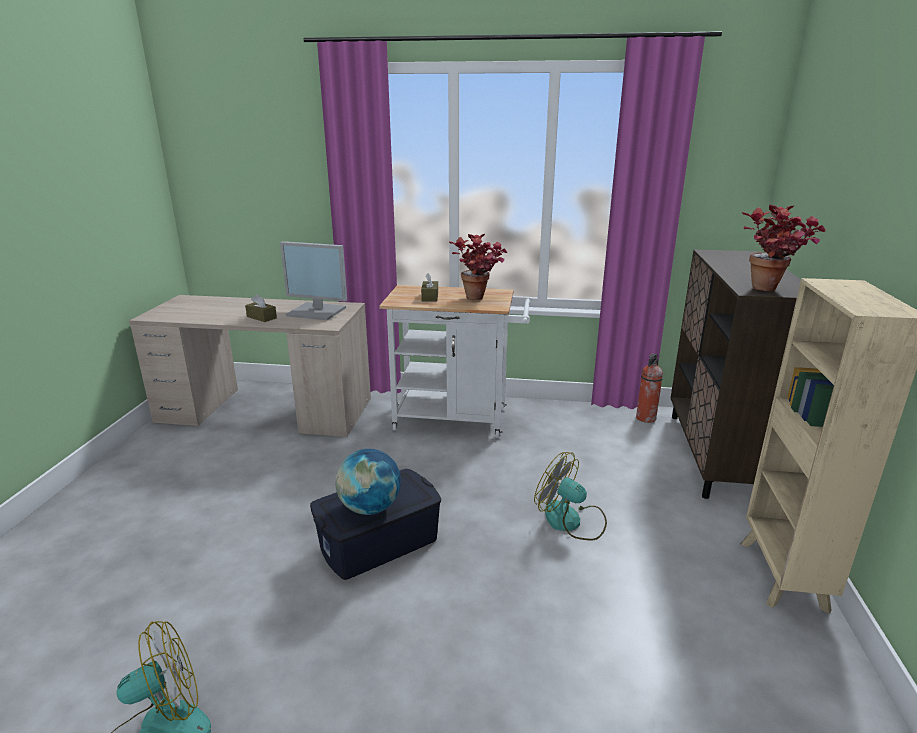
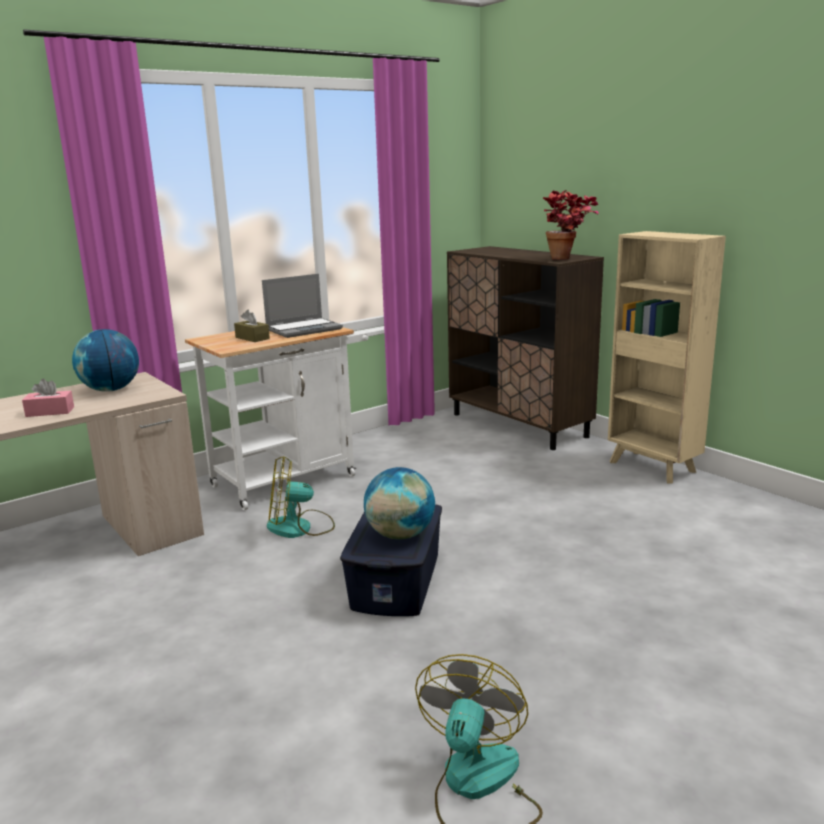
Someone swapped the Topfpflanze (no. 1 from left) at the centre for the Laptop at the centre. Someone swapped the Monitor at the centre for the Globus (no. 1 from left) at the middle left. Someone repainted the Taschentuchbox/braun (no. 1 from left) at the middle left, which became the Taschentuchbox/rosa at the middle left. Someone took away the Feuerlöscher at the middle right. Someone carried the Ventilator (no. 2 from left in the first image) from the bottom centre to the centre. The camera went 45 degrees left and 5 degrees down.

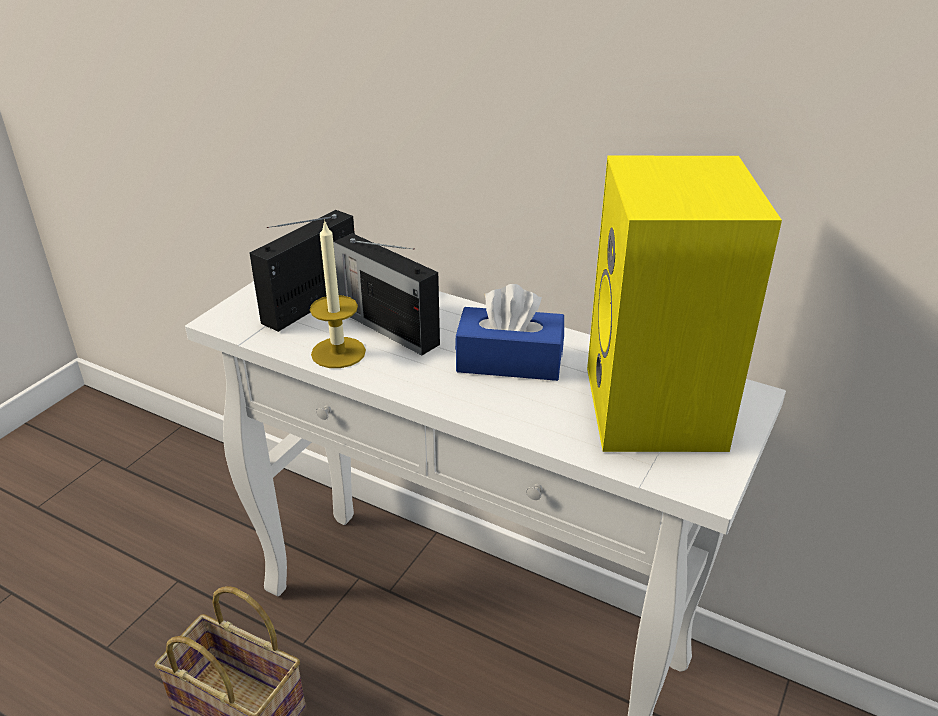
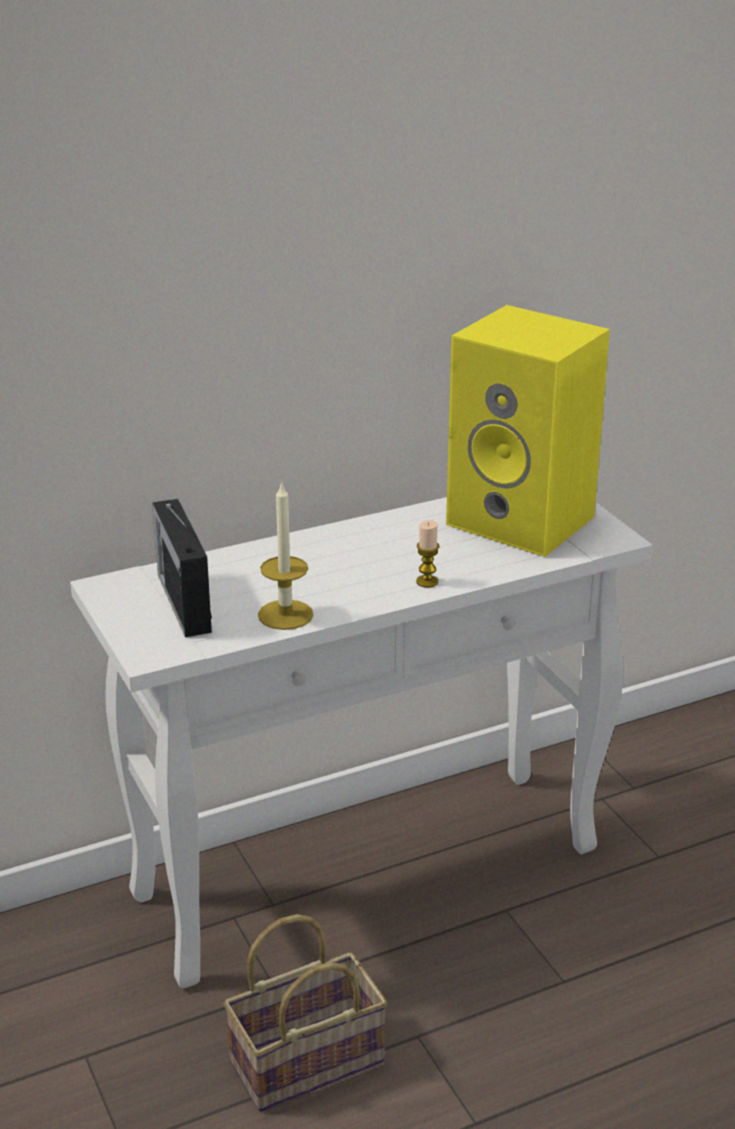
Someone took away the Radio (no. 2 from left) at the centre. Someone took away the Taschentuchbox/blau at the centre. Someone put down the Kerze (no. 2 from left) at the centre. The camera went 55 degrees left and 5 degrees down.

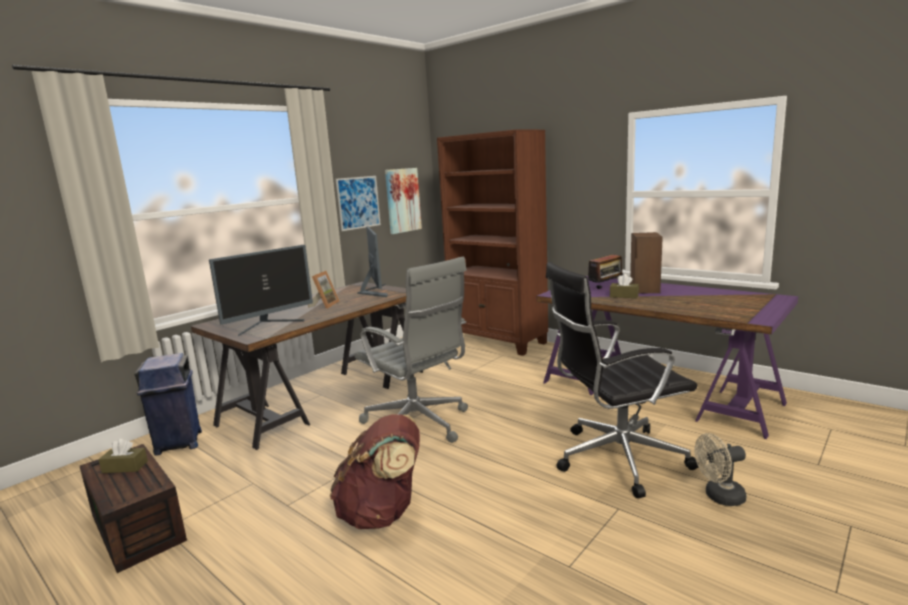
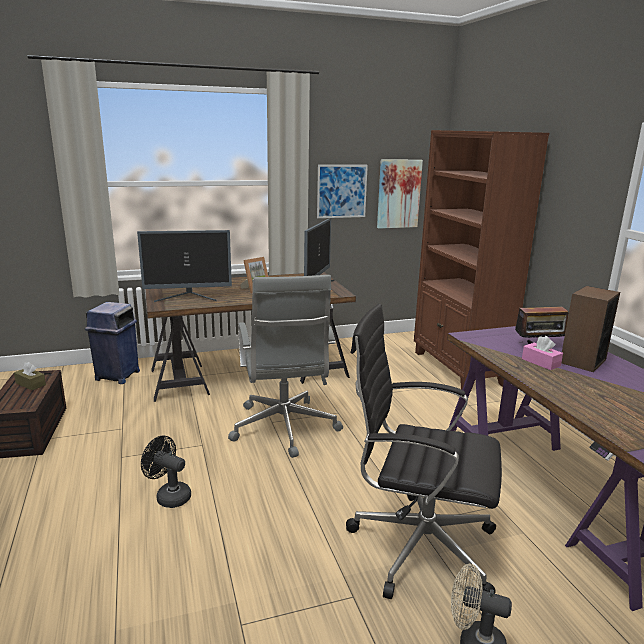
Someone repainted the Taschentuchbox/braun (no. 2 from left) at the middle right, which became the Taschentuchbox/rosa at the middle right. Someone swapped the Rucksack/braun at the bottom centre for the Ventilator/schwarz at the bottom left. The camera went 30 degrees right and 5 degrees up.

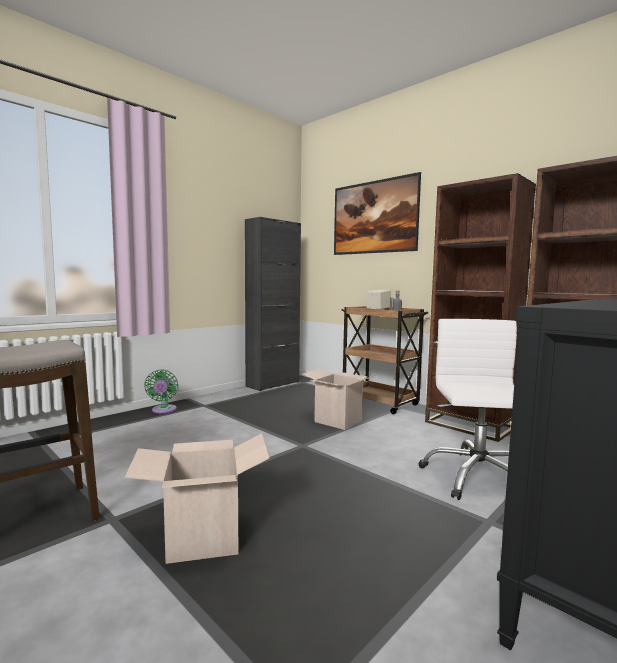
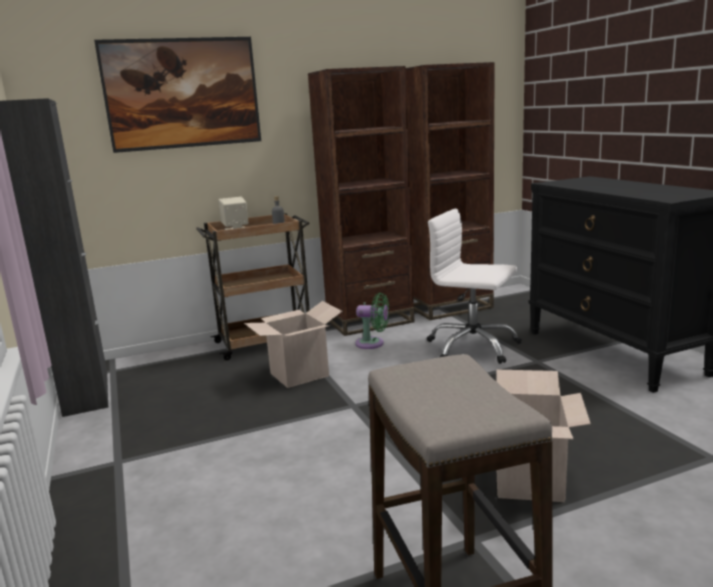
Someone carried the Ventilator/grün from the middle left to the centre. The camera went 65 degrees left and 10 degrees up.

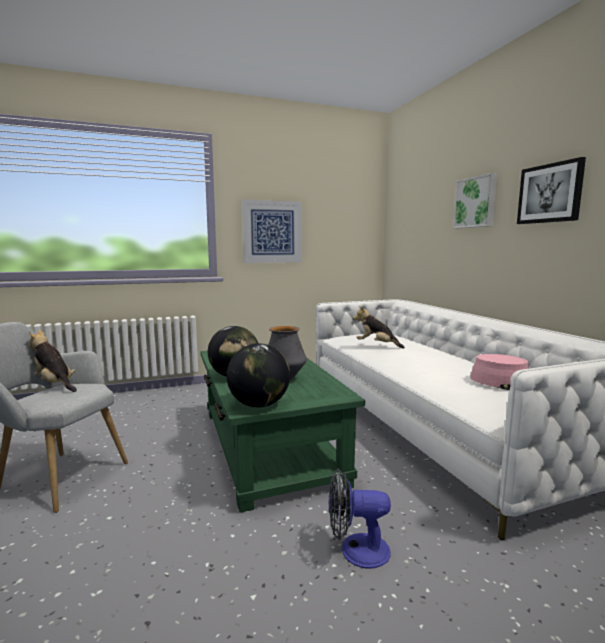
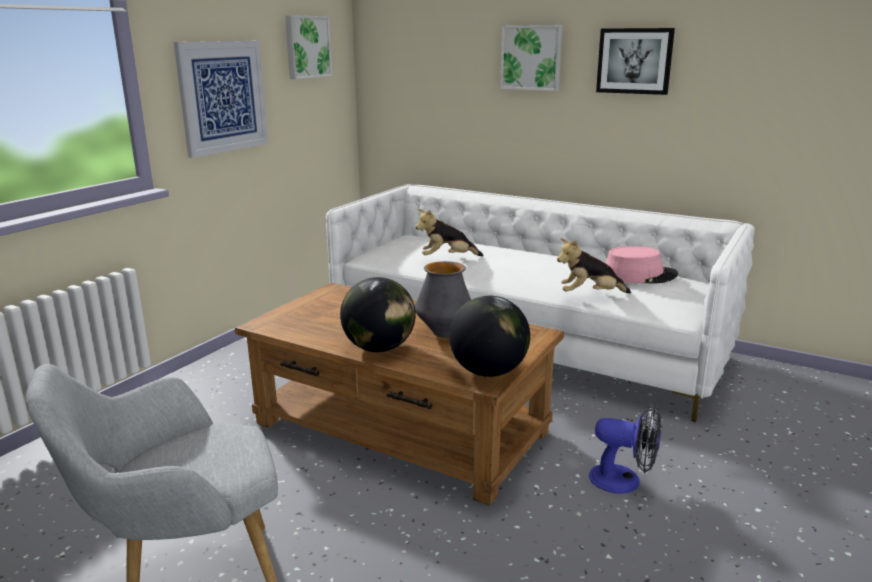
Someone carried the Plüschtier (no. 1 from left in the first image) from the middle left to the middle right. Someone repainted the Couchtisch/grün at the bottom centre, which became the Couchtisch/braun at the bottom centre. Someone rotated the Ventilator at the bottom centre by 120 degrees counterclockwise. Someone put up the Bild (no. 2 from left) at the top centre. The camera went 40 degrees left and 10 degrees up.

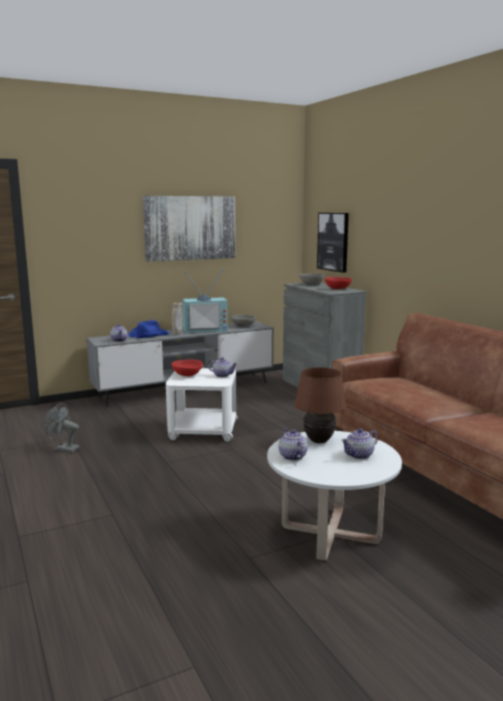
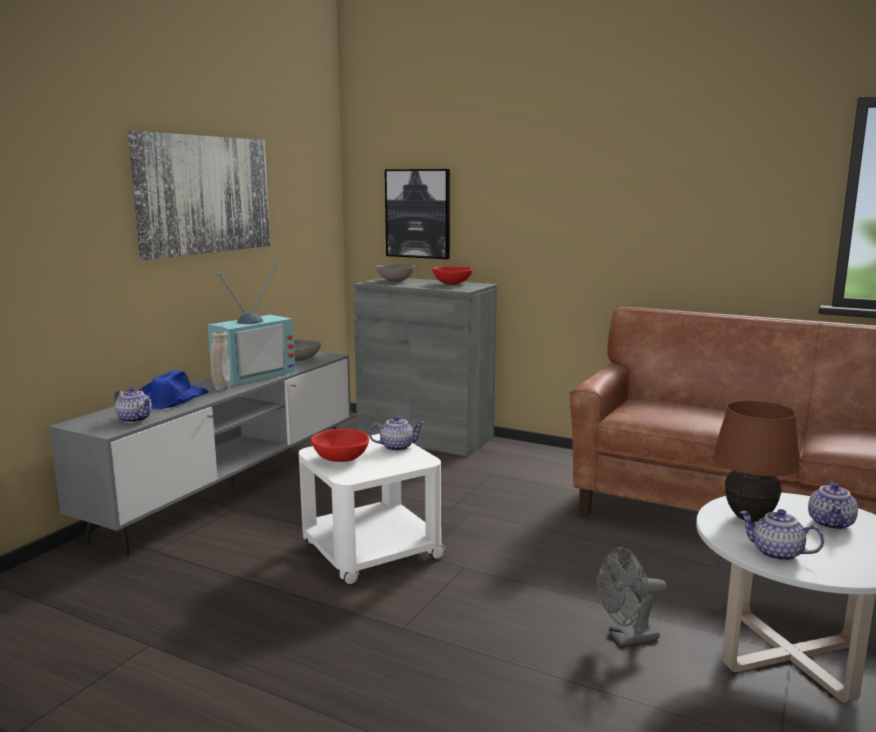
Someone carried the Ventilator/grau from the middle left to the bottom right. The camera went 35 degrees left and 0 degrees up.

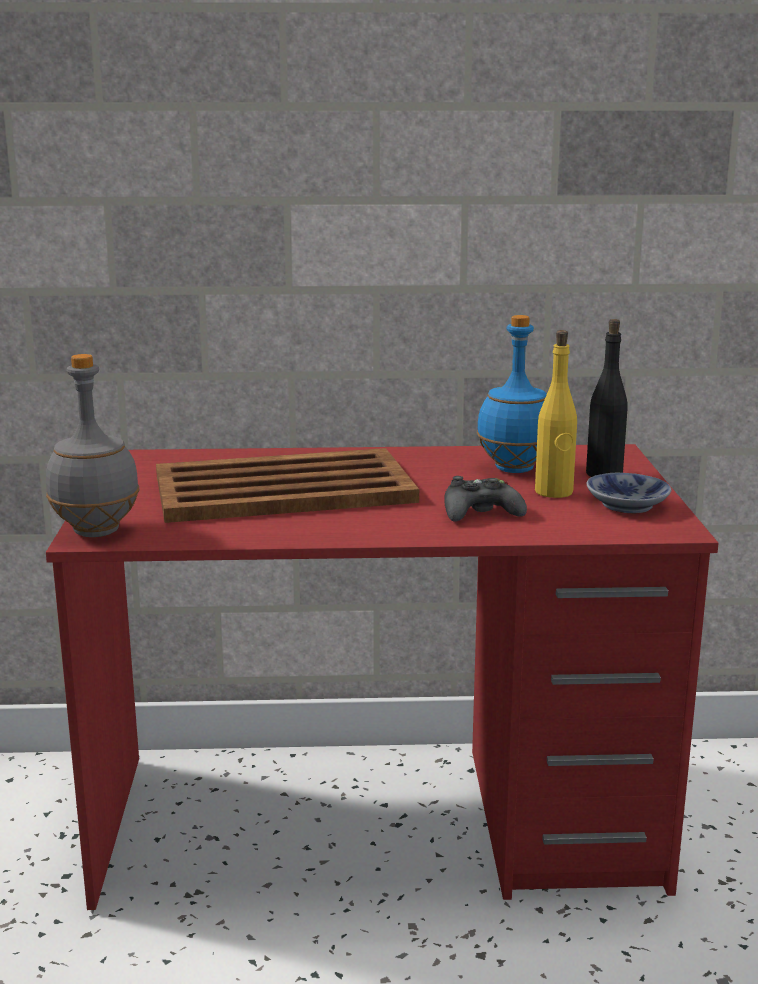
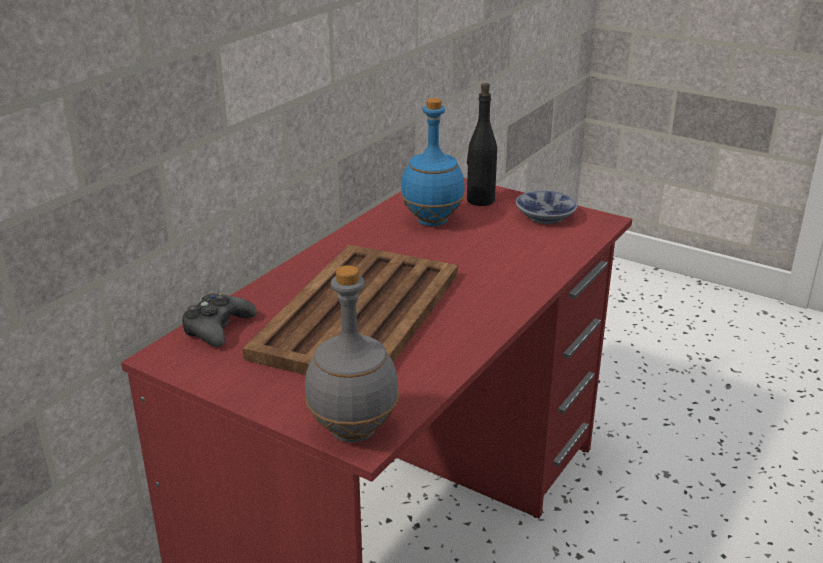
Someone took away the Flasche/gelb at the middle right. Someone carried the Gamepad/schwarz from the centre to the middle left. The camera went 55 degrees left and 10 degrees up.

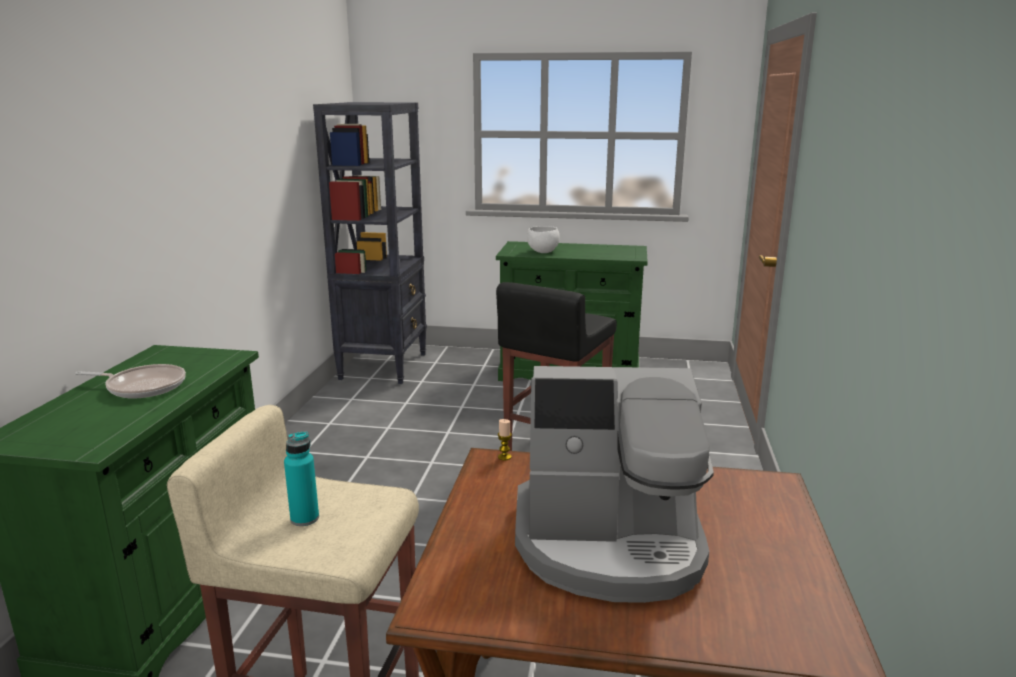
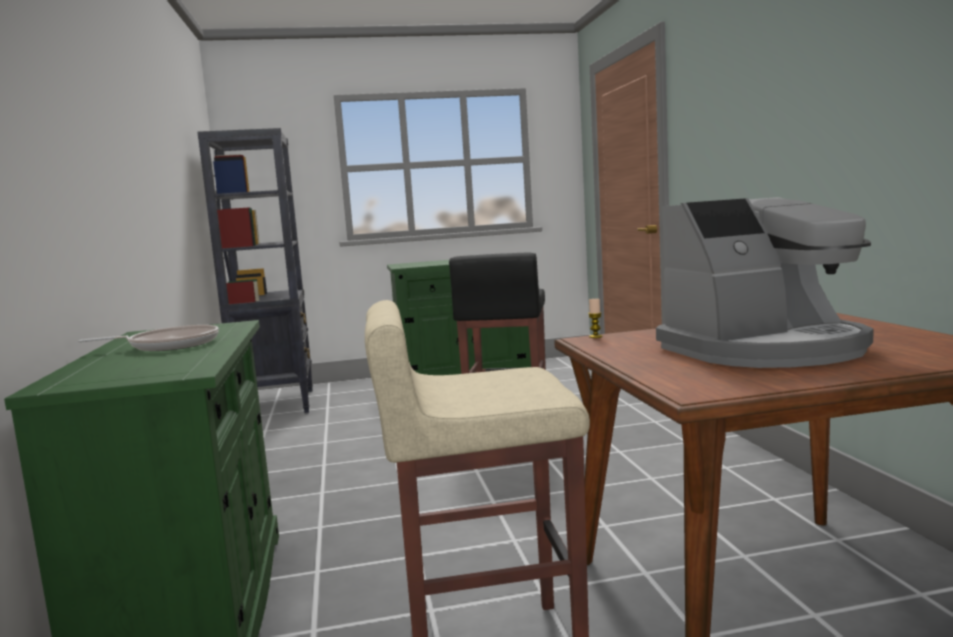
Someone took away the Schüssel/weiß at the centre. Someone took away the Flasche/türkis at the bottom left. The camera went 20 degrees left and 10 degrees down.

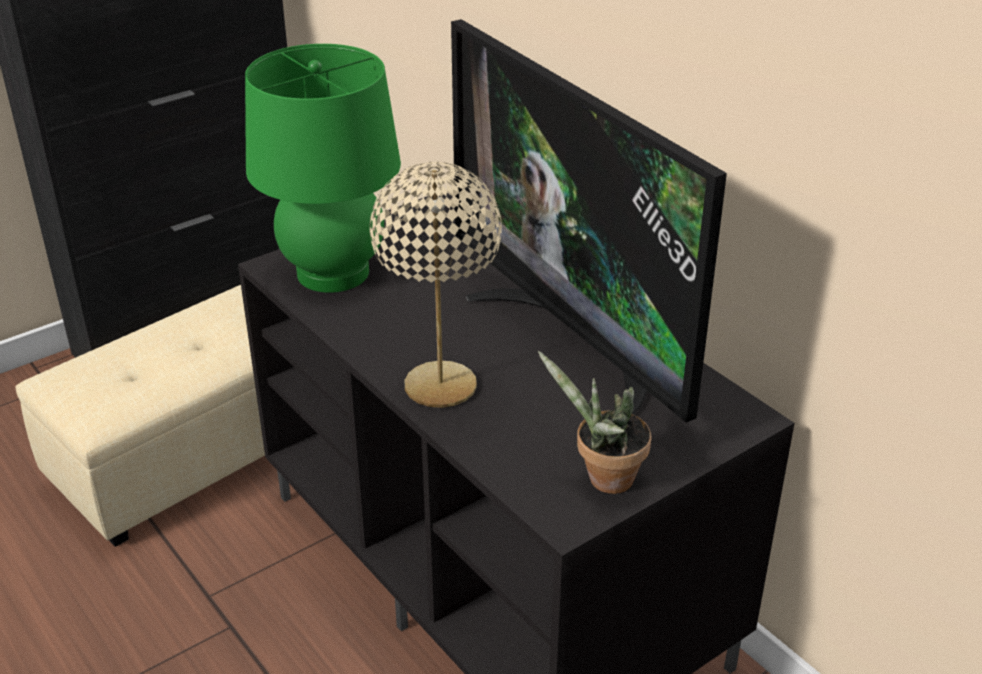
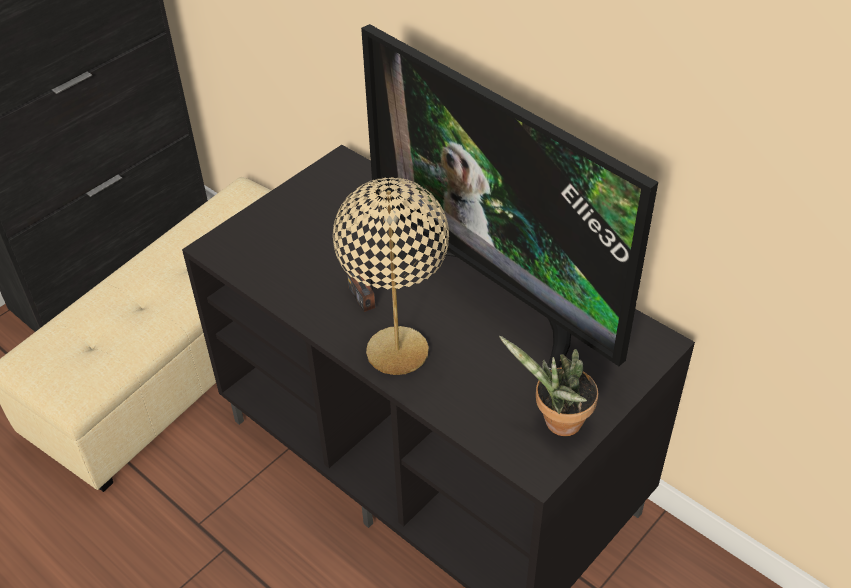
Someone took away the Tischlampe/grün at the top left. Someone put down the Radio at the centre. The camera went 10 degrees left and 10 degrees up.

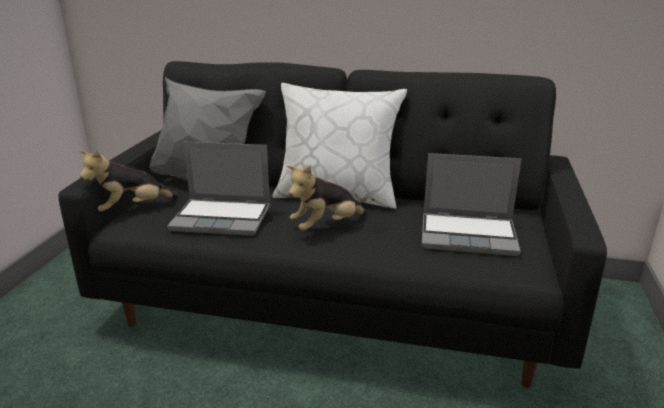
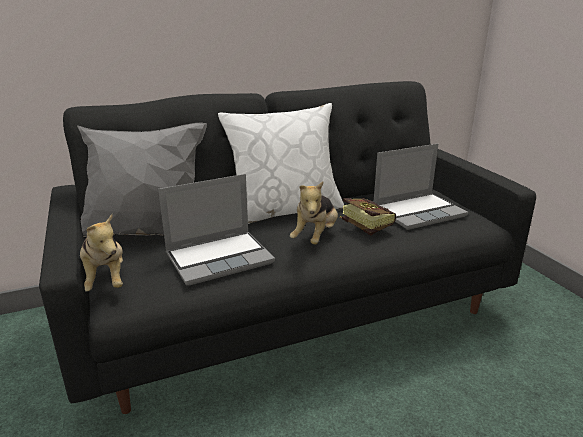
Someone rotated the Plüschtier (no. 1 from left) at the middle left by 45 degrees counterclockwise. Someone put down the Buch at the centre. The camera went 35 degrees left and 0 degrees up.

